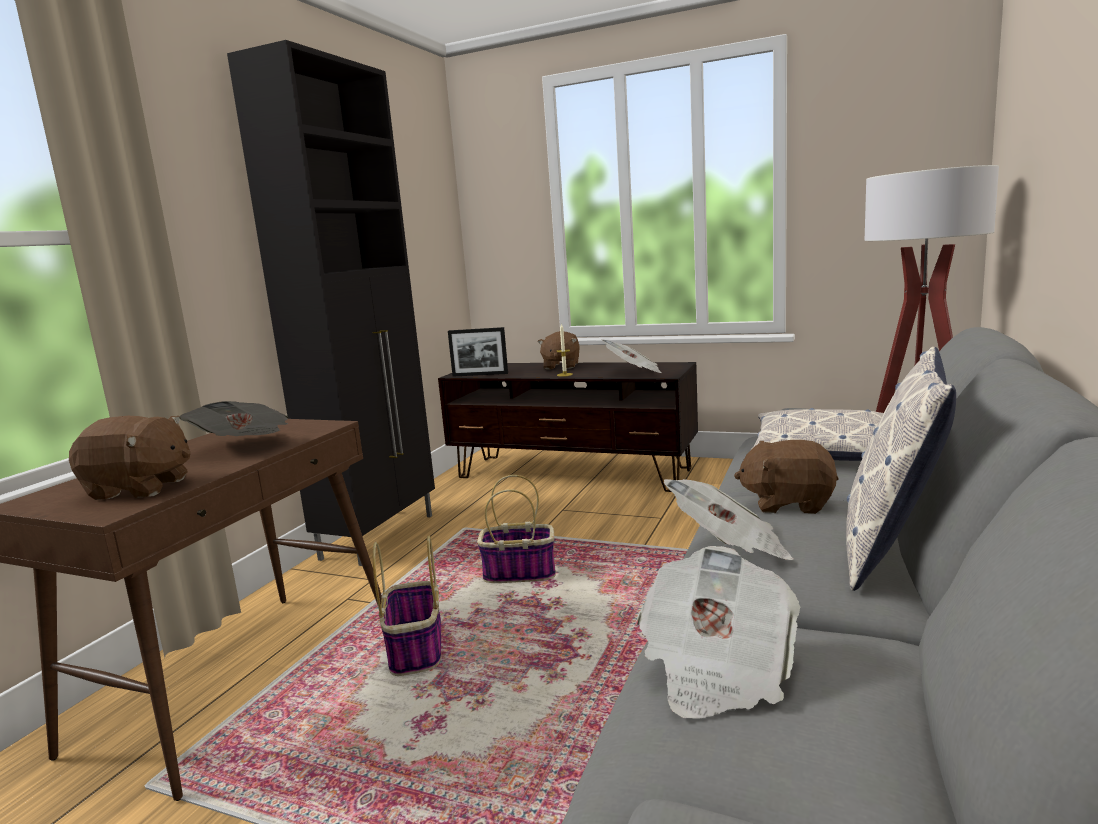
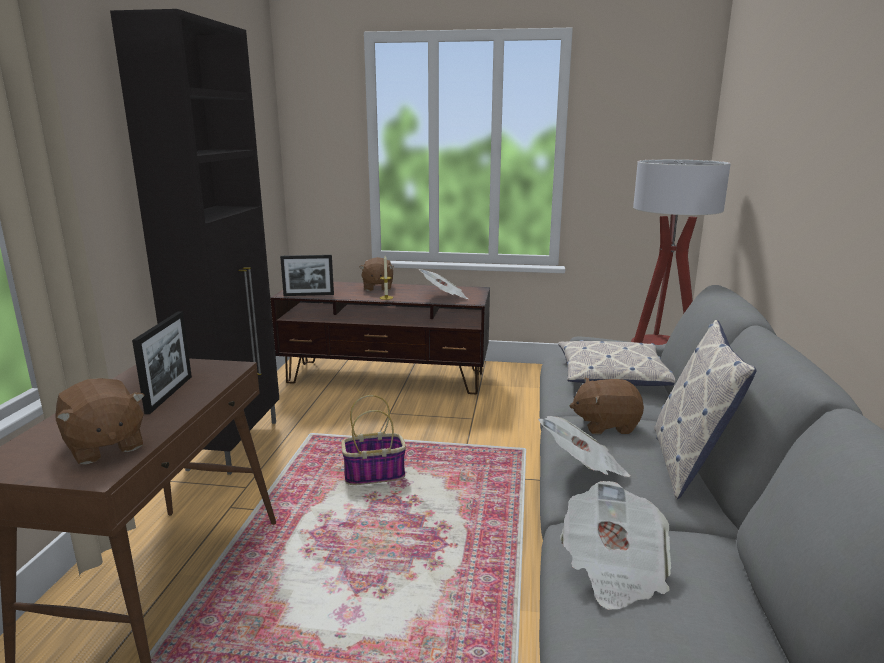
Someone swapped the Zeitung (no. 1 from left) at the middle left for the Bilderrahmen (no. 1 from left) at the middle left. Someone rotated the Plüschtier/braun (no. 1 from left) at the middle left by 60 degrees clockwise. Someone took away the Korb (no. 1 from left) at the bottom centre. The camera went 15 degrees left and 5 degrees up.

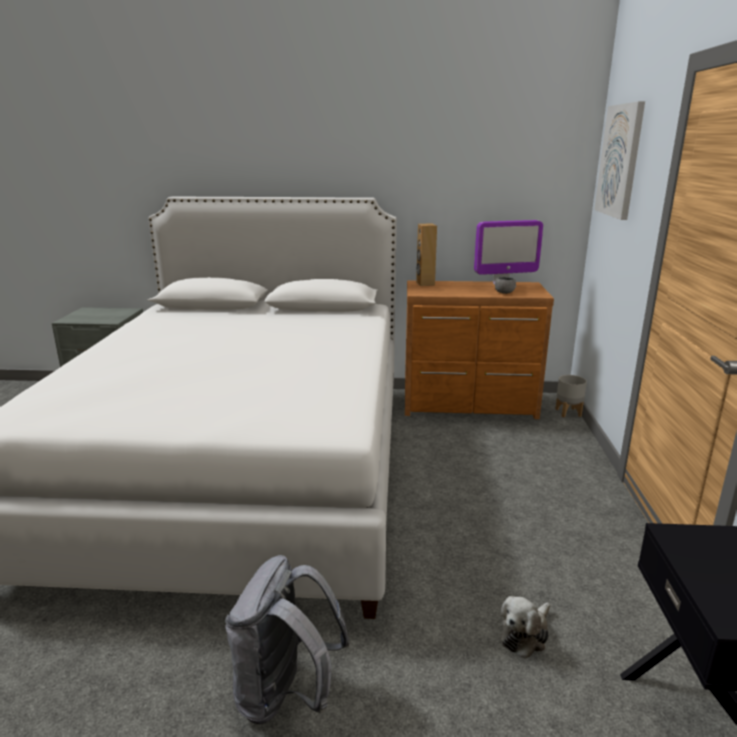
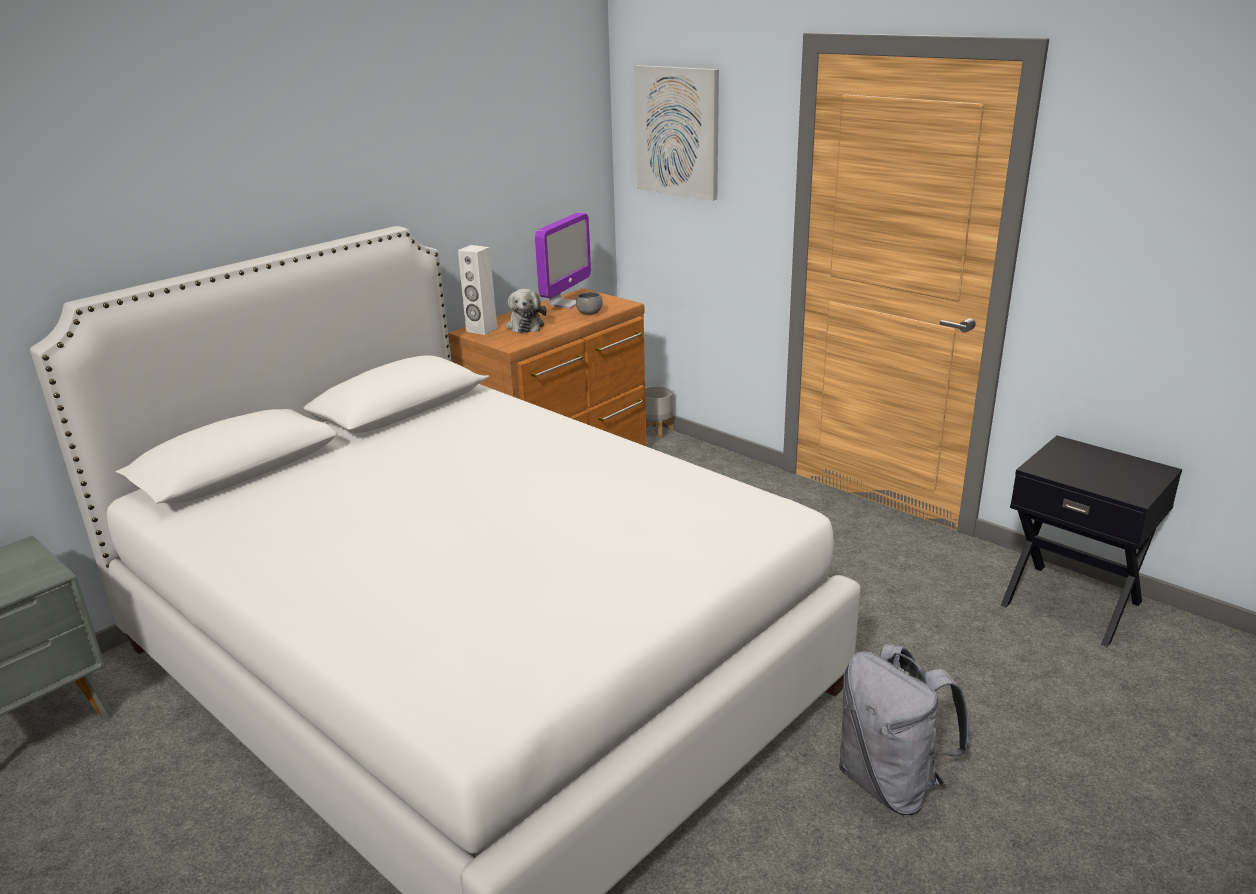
Someone repainted the Lautsprecher/braun at the centre, which became the Lautsprecher/weiß at the top centre. Someone carried the Plüschtier from the bottom right to the centre. The camera went 50 degrees left and 5 degrees up.

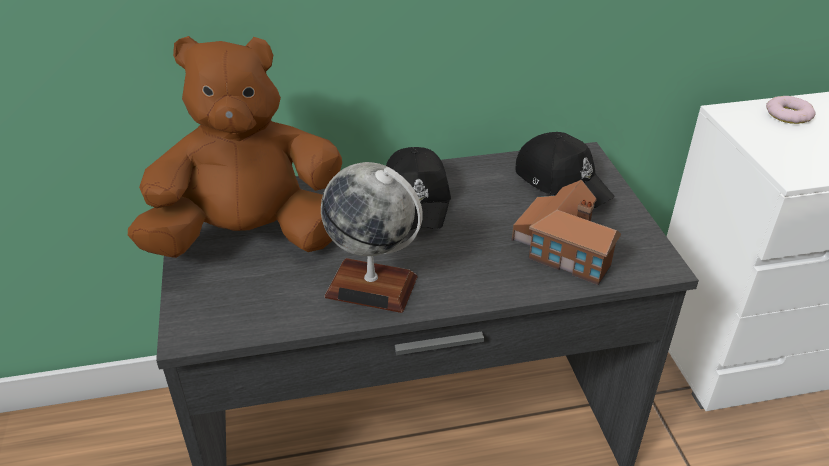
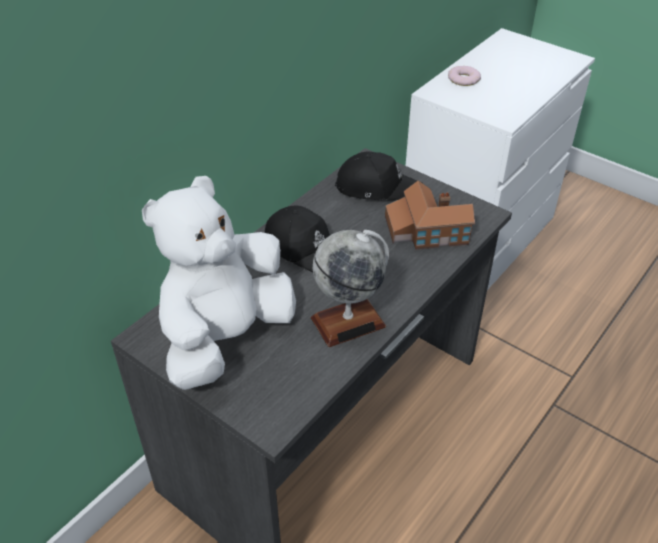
Someone repainted the Plüschtier/braun at the top left, which became the Plüschtier/weiß at the middle left. The camera went 40 degrees left and 5 degrees up.

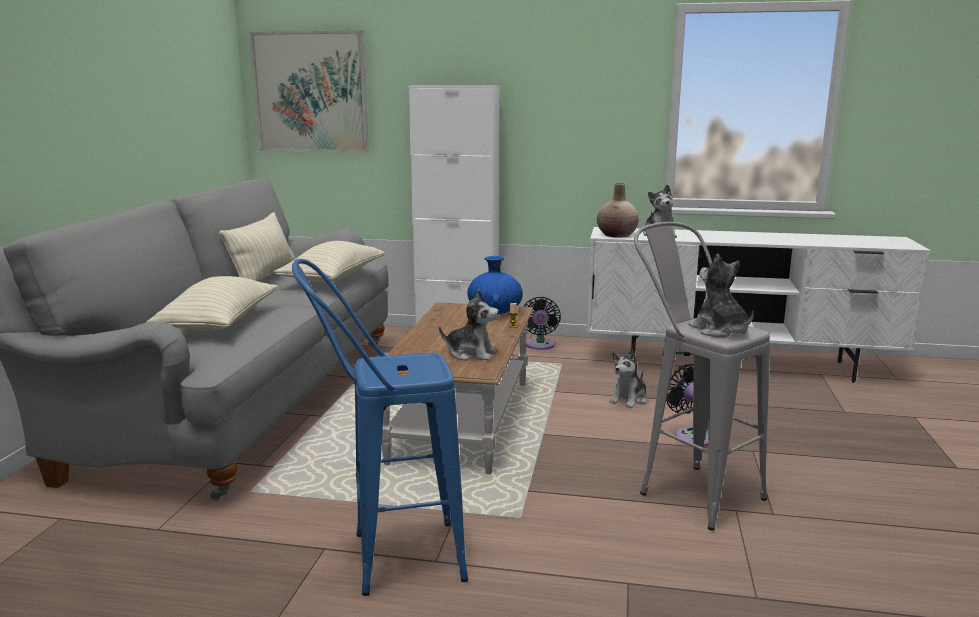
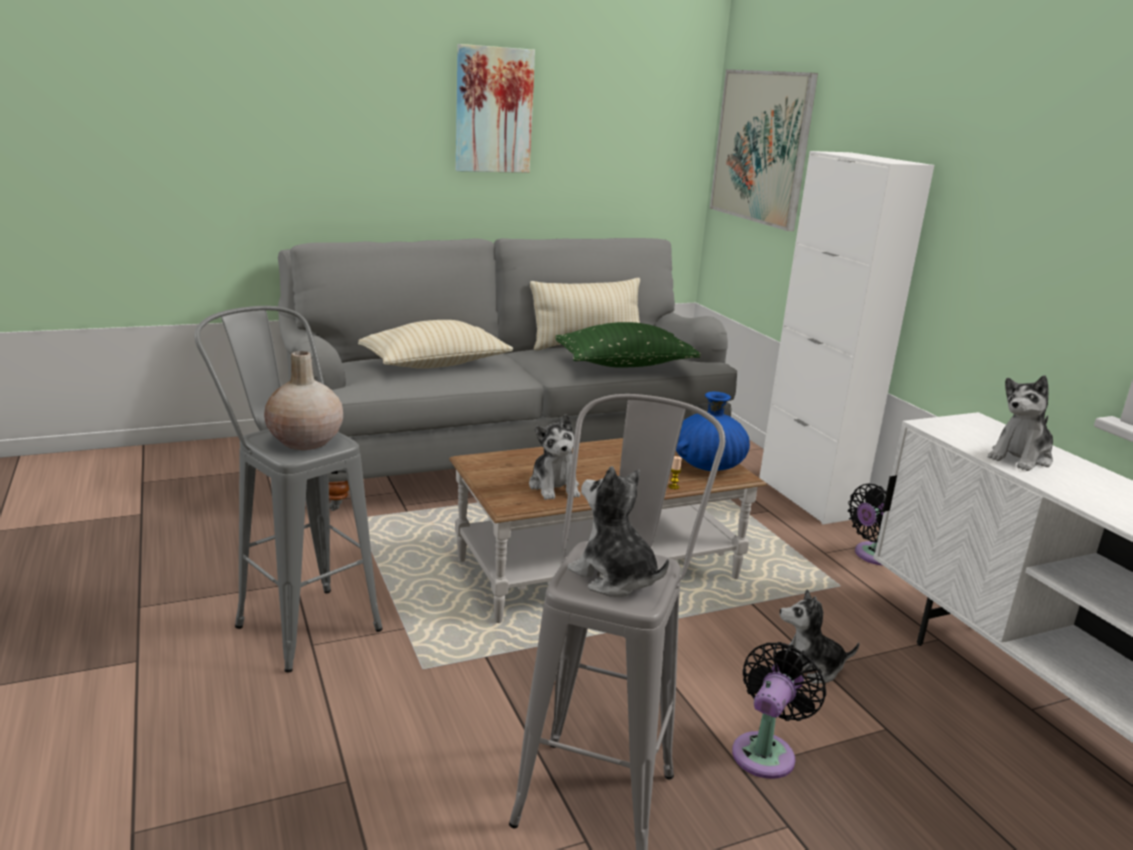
Someone carried the Vase/beige from the centre to the middle left. Someone repainted the Kissen/beige (no. 3 from left) at the centre, which became the Kissen/grün at the centre. Someone rotated the Plüschtier (no. 4 from left in the first image) at the middle right by 75 degrees counterclockwise. Someone repainted the Hocker/blau at the bottom centre, which became the Hocker/grau (no. 1 from left) at the middle left. Someone put up the Bild (no. 1 from left) at the top centre. The camera went 55 degrees right and 5 degrees up.

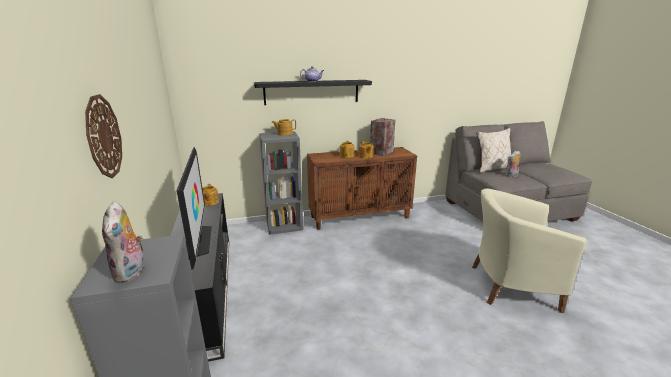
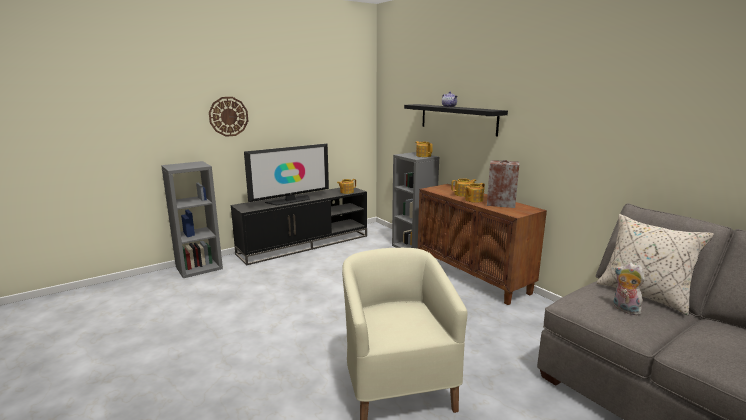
Someone took away the Plüschtier (no. 1 from left) at the middle left. The camera went 70 degrees right and 5 degrees down.

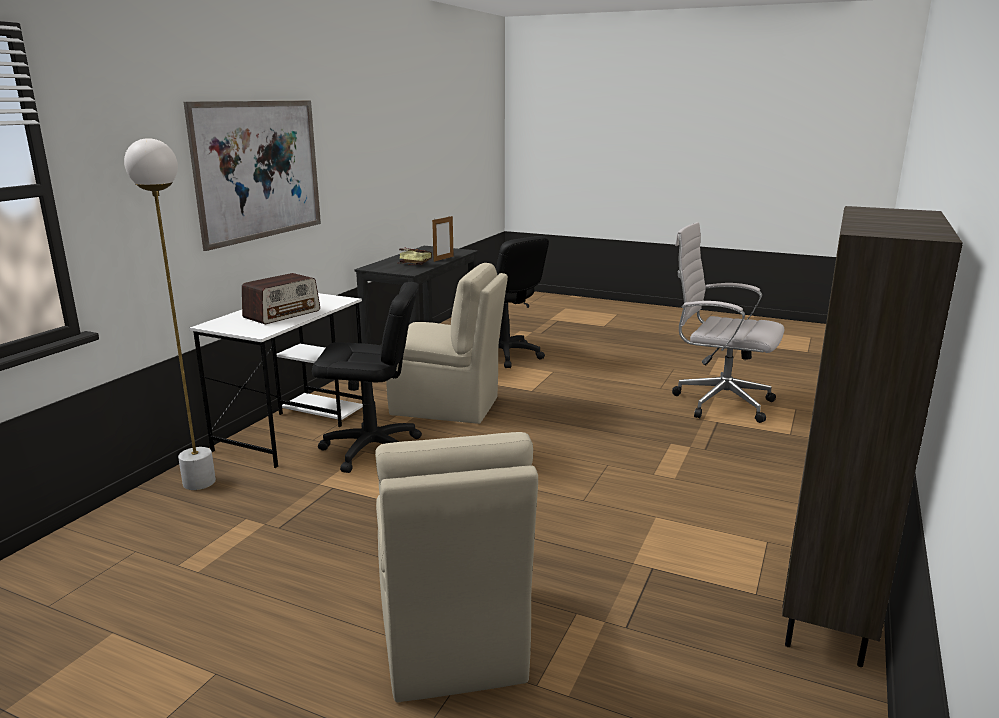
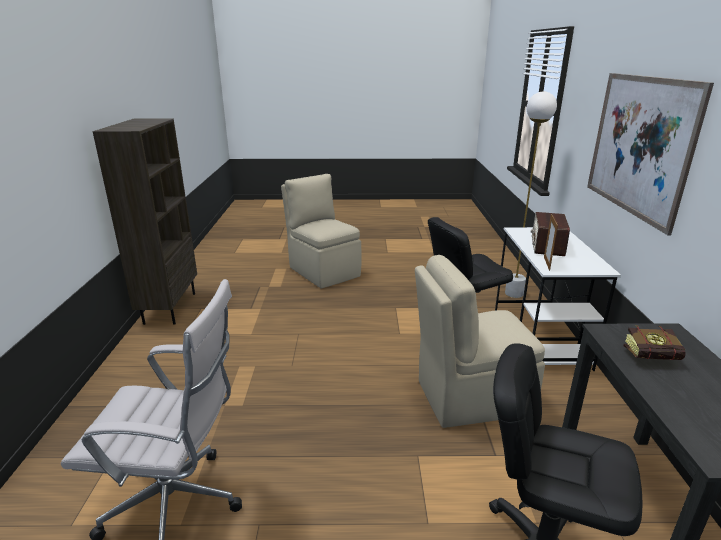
Someone carried the Bilderrahmen from the top centre to the middle right. The camera went 155 degrees right and 5 degrees up.

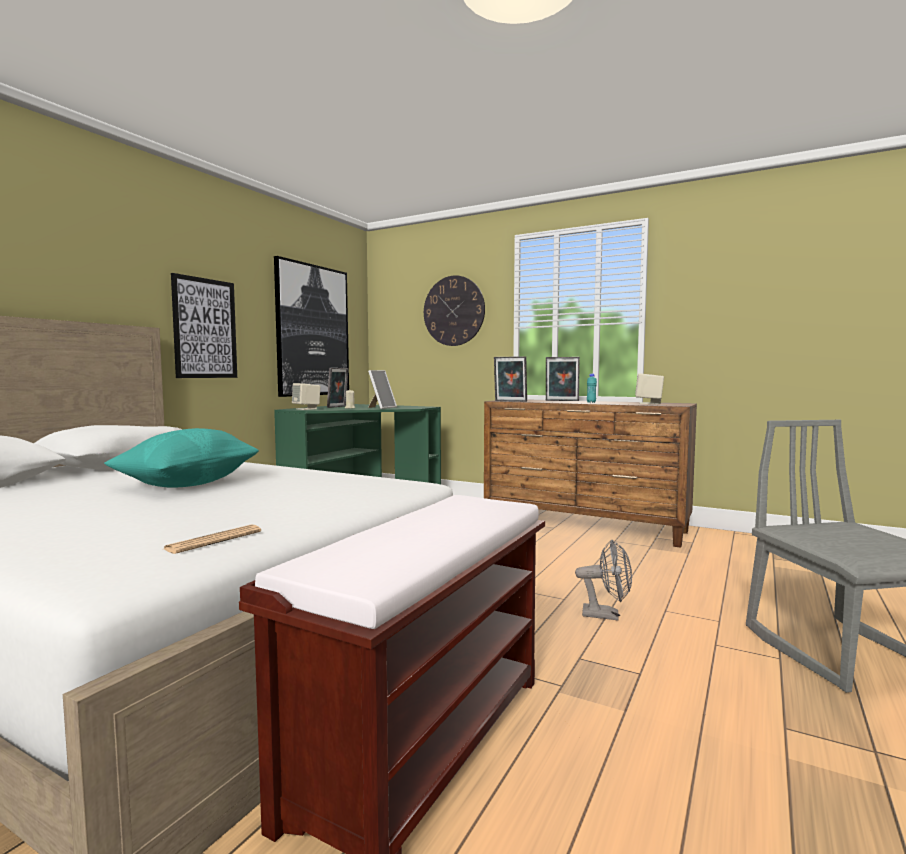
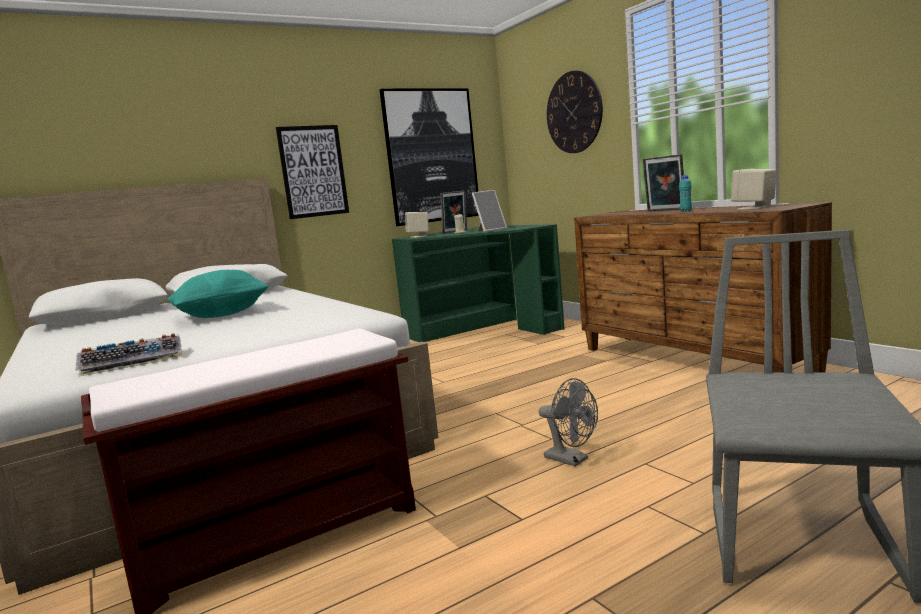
Someone took away the Bilderrahmen (no. 3 from left) at the centre. Someone swapped the Zeitung at the middle left for the Tastatur at the middle left. The camera went 30 degrees right and 5 degrees up.

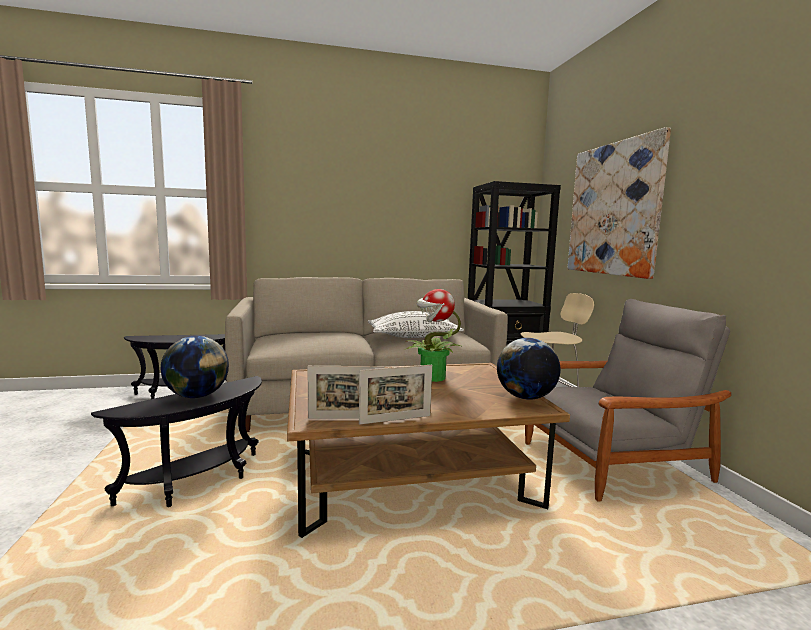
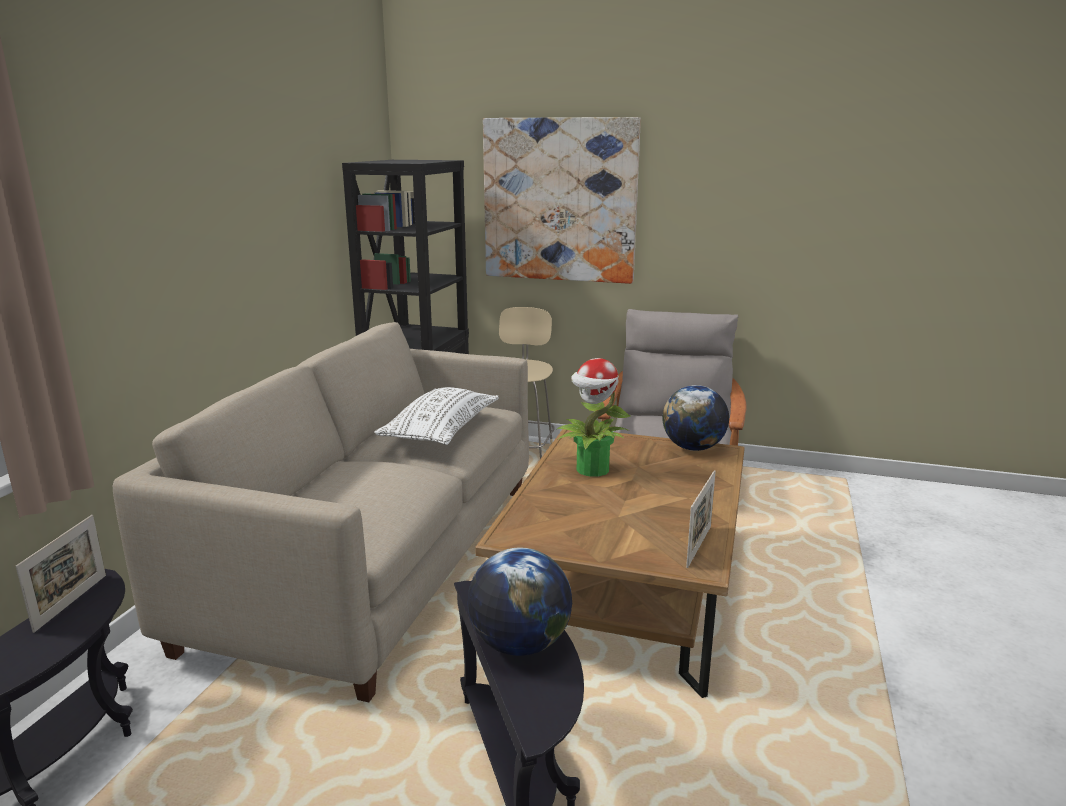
Someone carried the Bilderrahmen (no. 2 from left in the first image) from the centre to the bottom left. The camera went 60 degrees left and 10 degrees up.

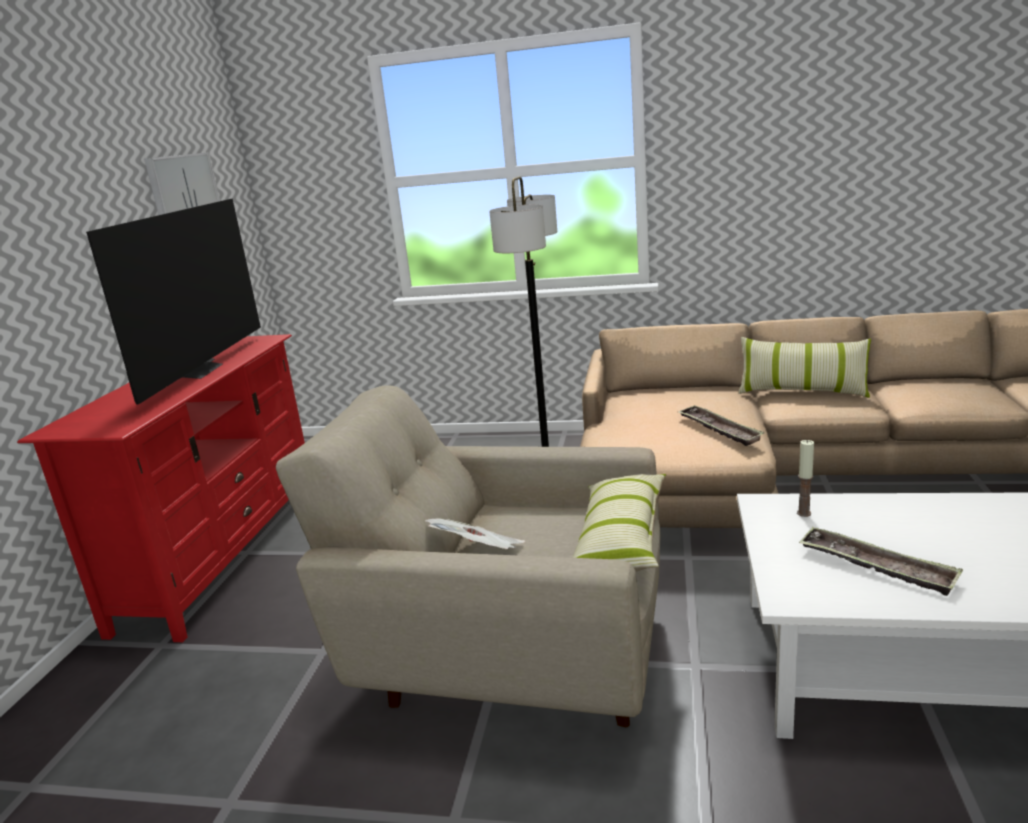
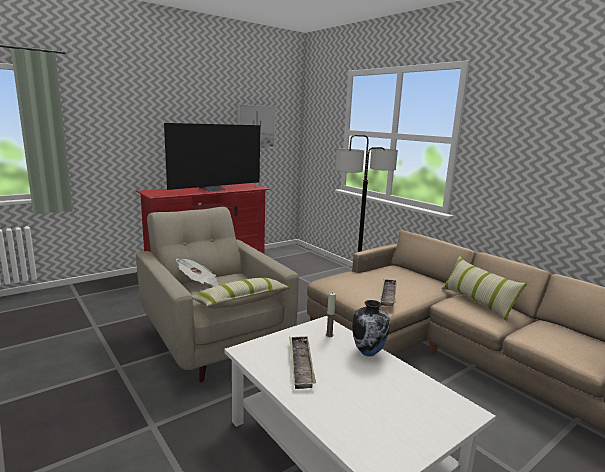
Someone put down the Vase at the bottom centre. The camera went 40 degrees right and 5 degrees down.

